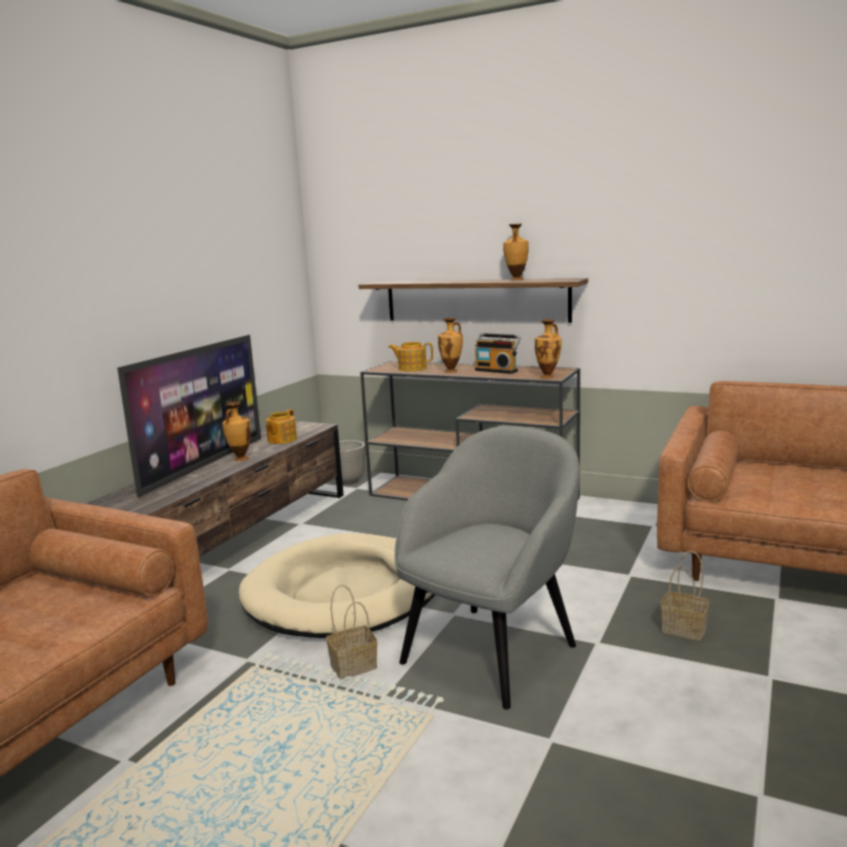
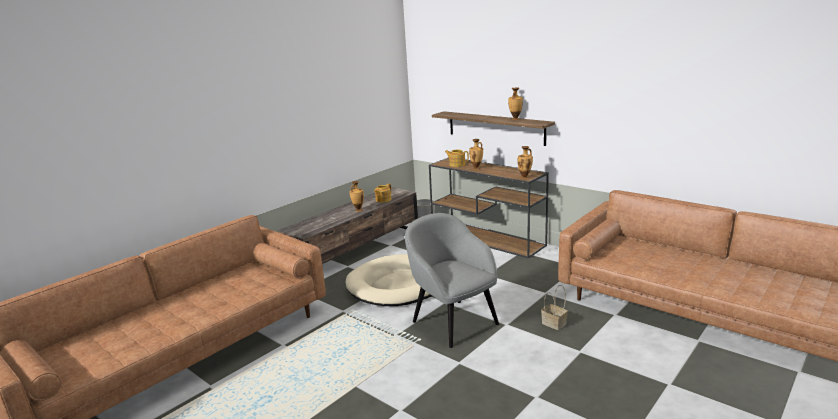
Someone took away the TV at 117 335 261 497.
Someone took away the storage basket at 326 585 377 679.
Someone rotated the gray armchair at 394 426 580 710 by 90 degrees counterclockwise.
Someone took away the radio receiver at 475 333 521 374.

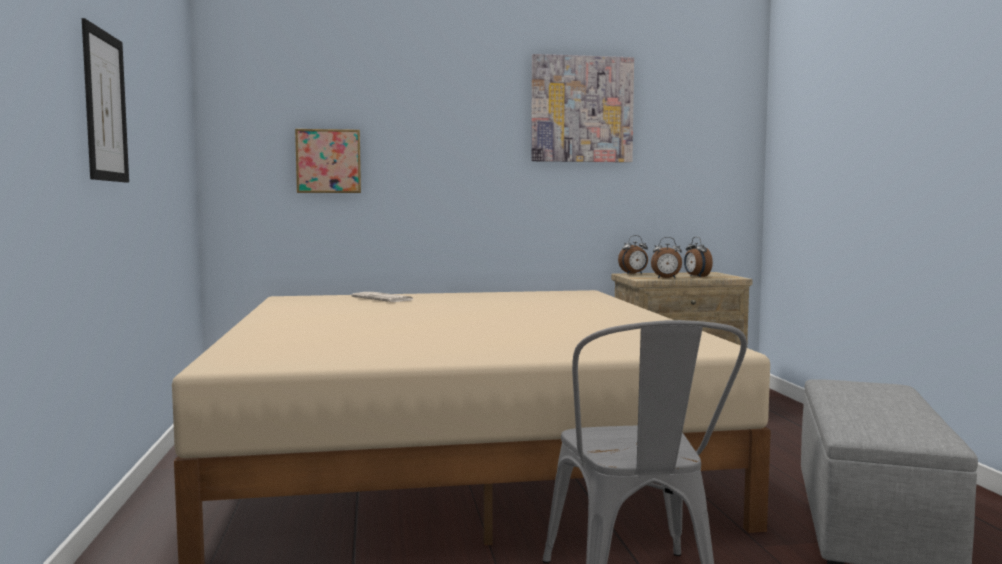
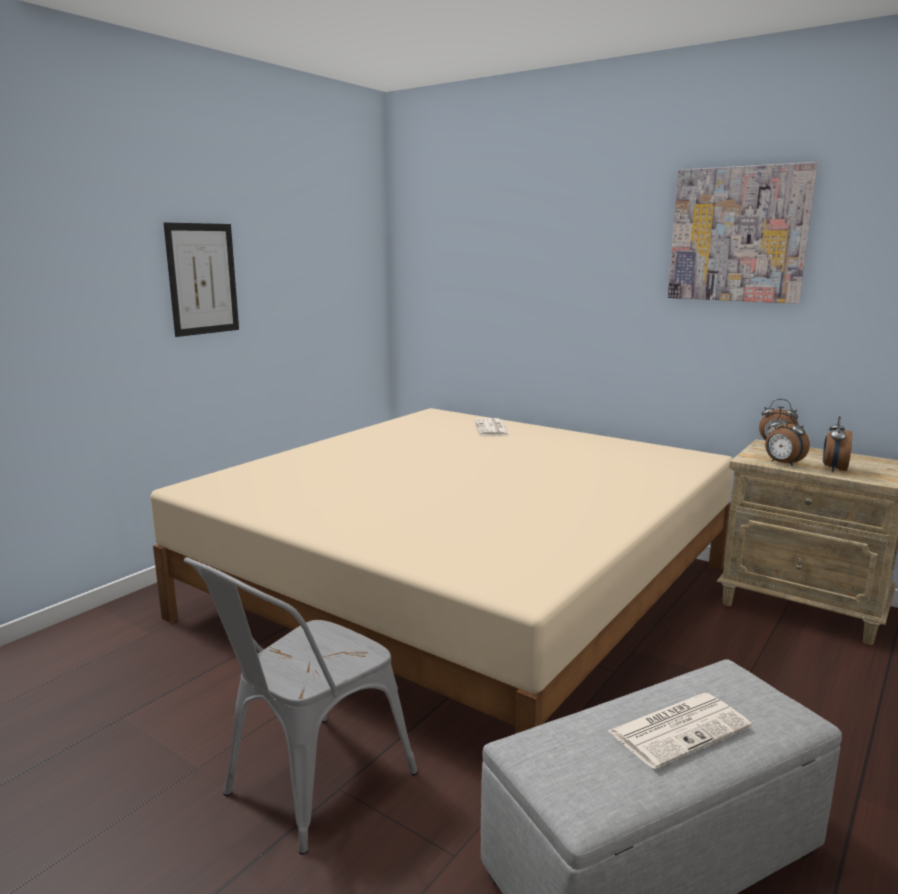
Someone took away the picture at 295 129 361 193.
Someone put down the daily paper at 608 693 752 769.

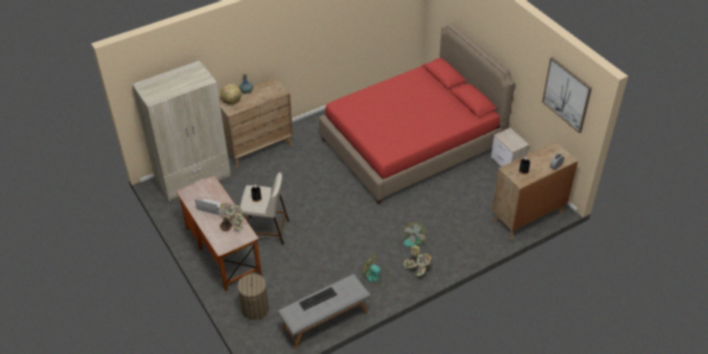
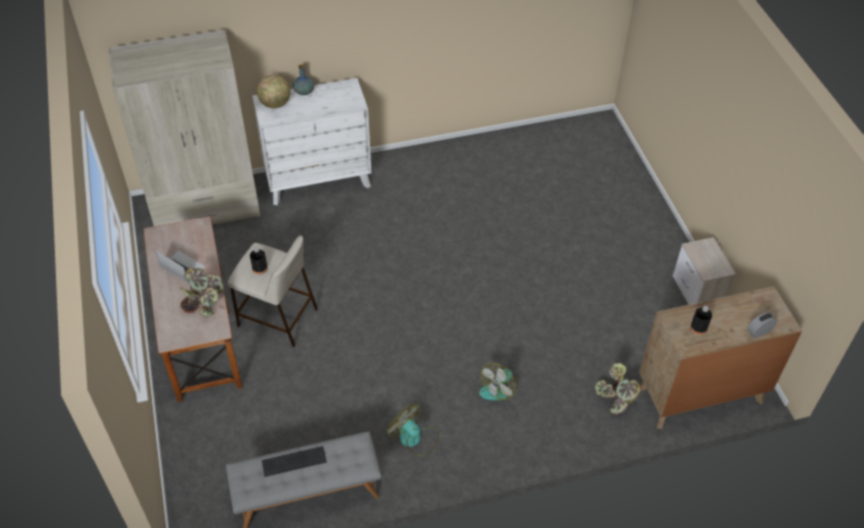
Someone repainted the brown-coloured chest of drawers at 219 77 293 168, which became the white-coloured chest of drawers at 252 78 372 205.
Someone took away the laundry basket at 237 272 269 320.
Someone took away the red-coloured bed at 319 23 515 205.
Someone carried the plant in a pot from 403 245 432 277 to 595 363 641 415.
Someone took away the picture at 542 57 592 133.

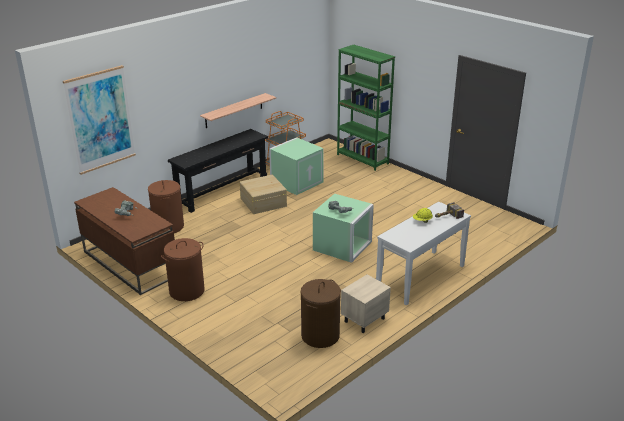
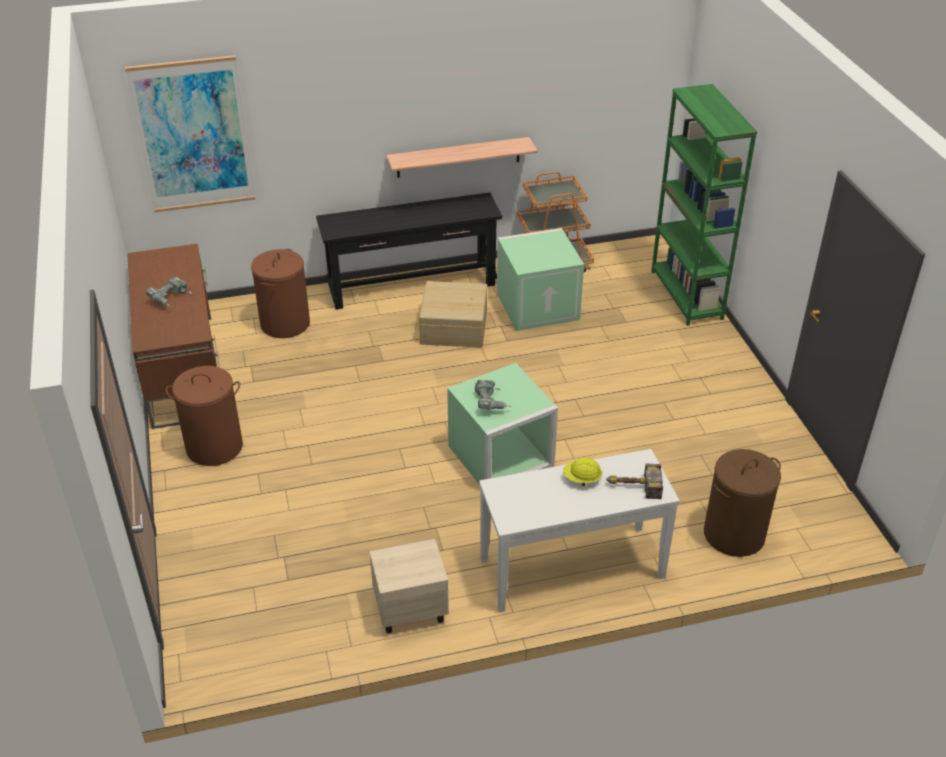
Someone carried the brown-coloured laundry basket from 300 279 341 348 to 704 449 781 557.

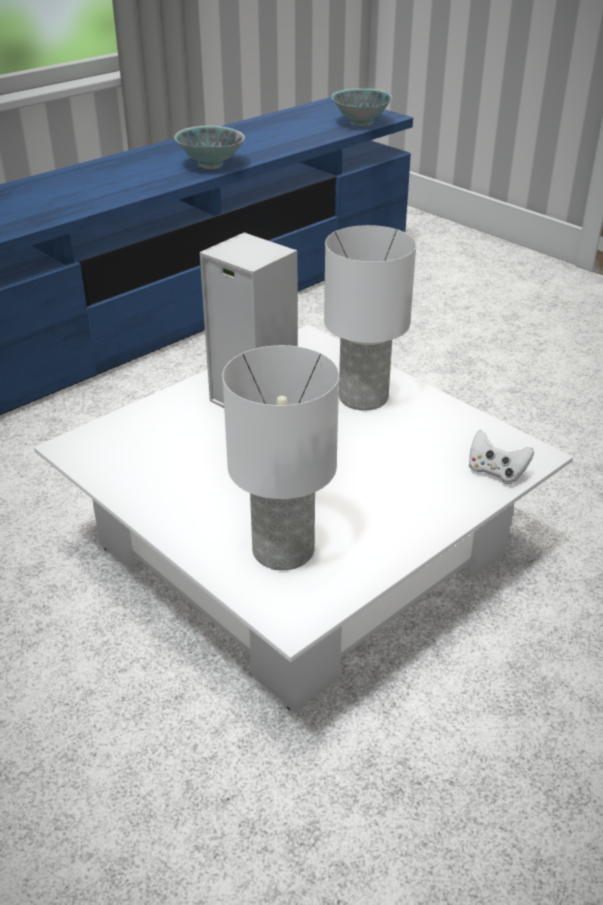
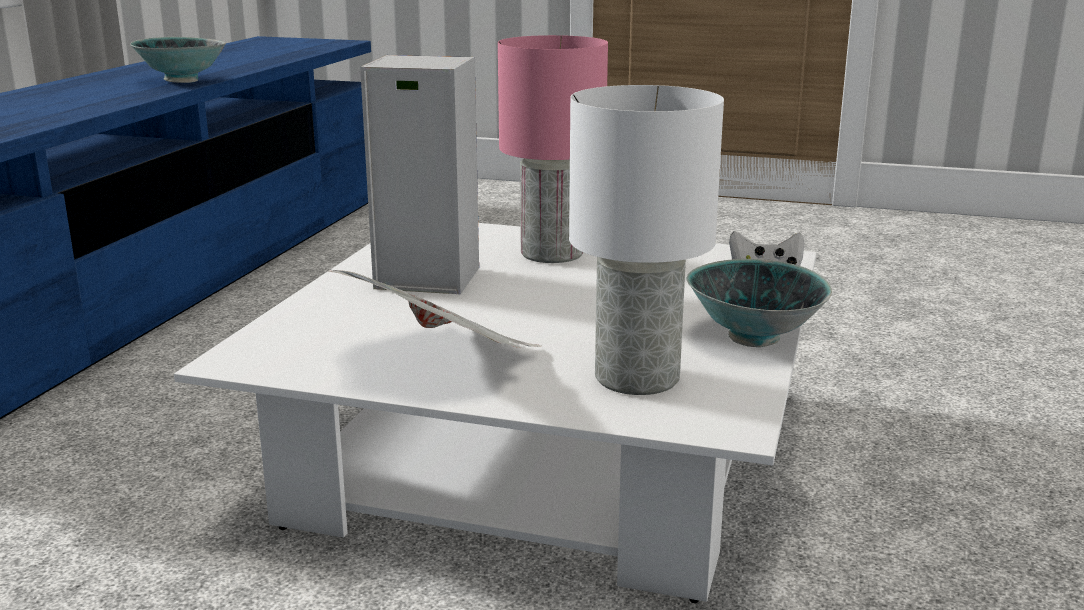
Someone repainted the white-coloured tabletop lamp at 324 225 416 410, which became the pinkish tabletop lamp at 498 35 608 263.
Someone carried the serving bowl from 332 88 392 126 to 686 259 832 347.
Someone put down the daily paper at 329 270 541 348.

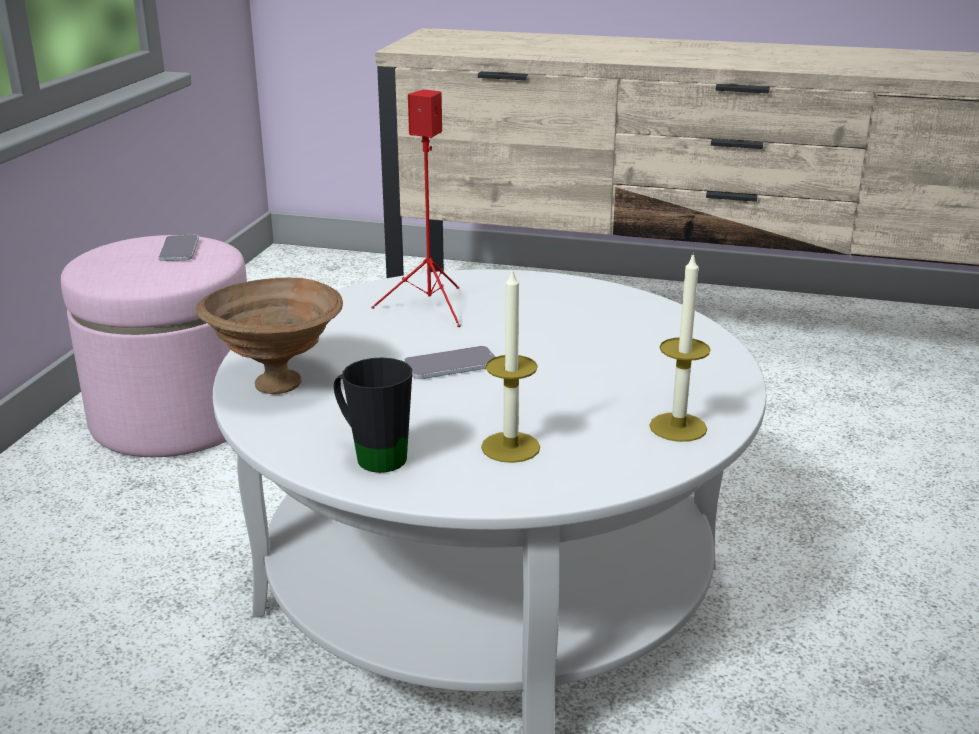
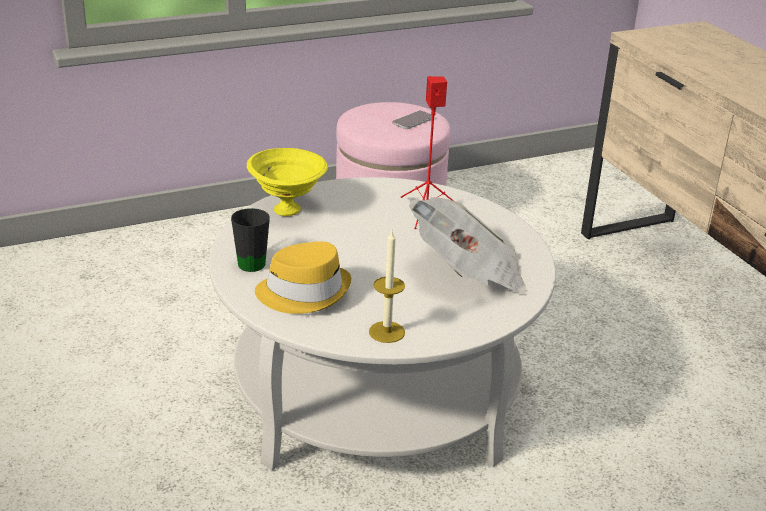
Someone repainted the brown-coloured serving bowl at 196 278 343 394, which became the yellow serving bowl at 247 148 328 216.
Someone took away the telephone at 404 346 496 379.
Someone swapped the candle at 481 267 540 463 for the yellow clothing hat at 255 241 351 314.
Someone put down the daily paper at 409 197 528 293.

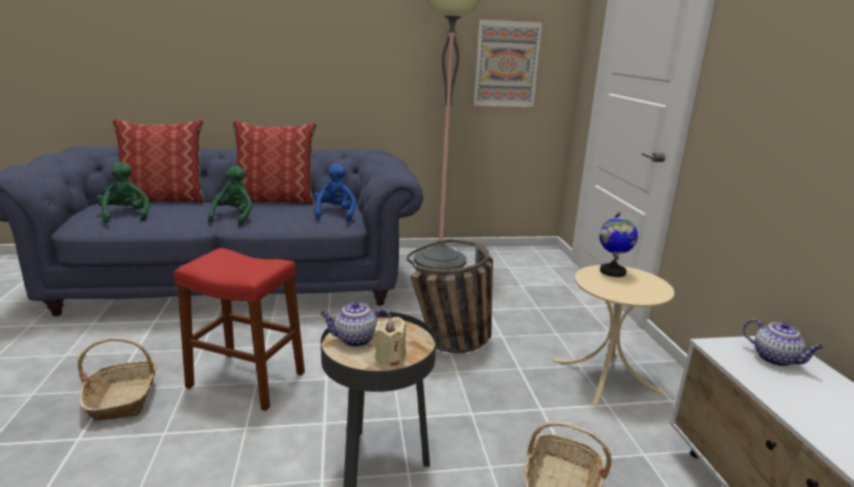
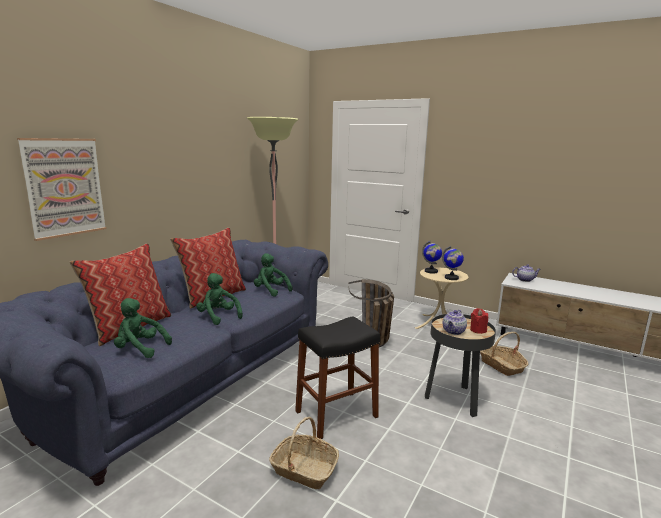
Someone repainted the red-coloured stool at 174 248 305 411, which became the black-coloured stool at 295 316 380 439.
Someone repainted the blue-coloured plush toy at 313 163 356 222, which became the greenish plush toy at 254 253 293 296.
Someone repainted the beige candle at 373 317 406 366, which became the red-coloured candle at 470 308 488 334.
Someone carried the picture from 473 17 543 109 to 17 138 106 241.
Someone put down the globe at 442 246 464 280.

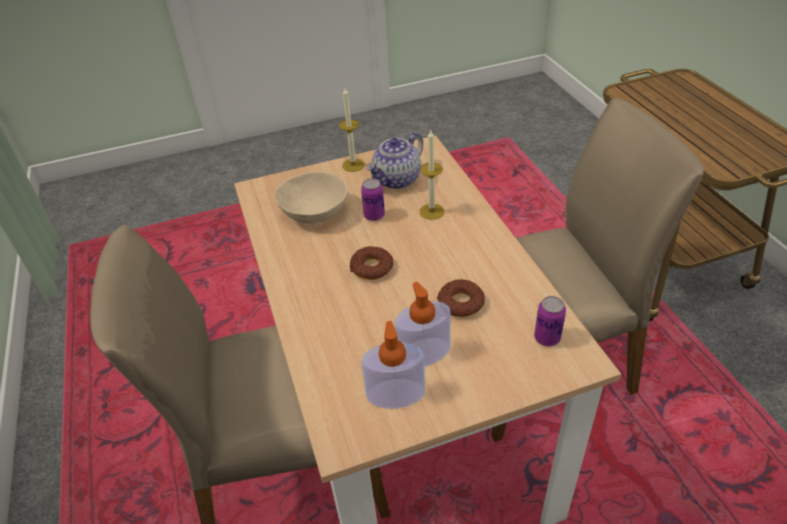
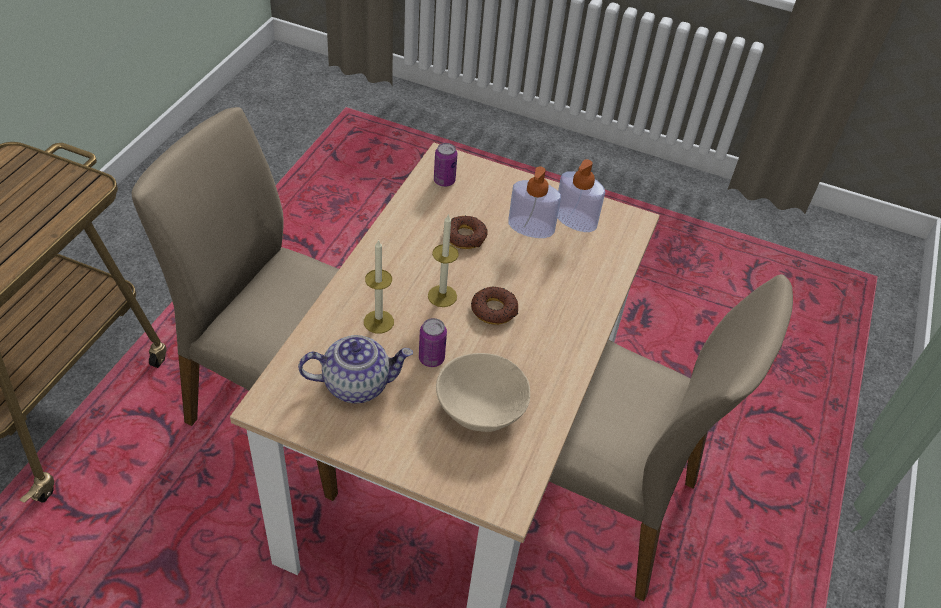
Someone carried the candle from 339 88 365 172 to 428 215 459 307.

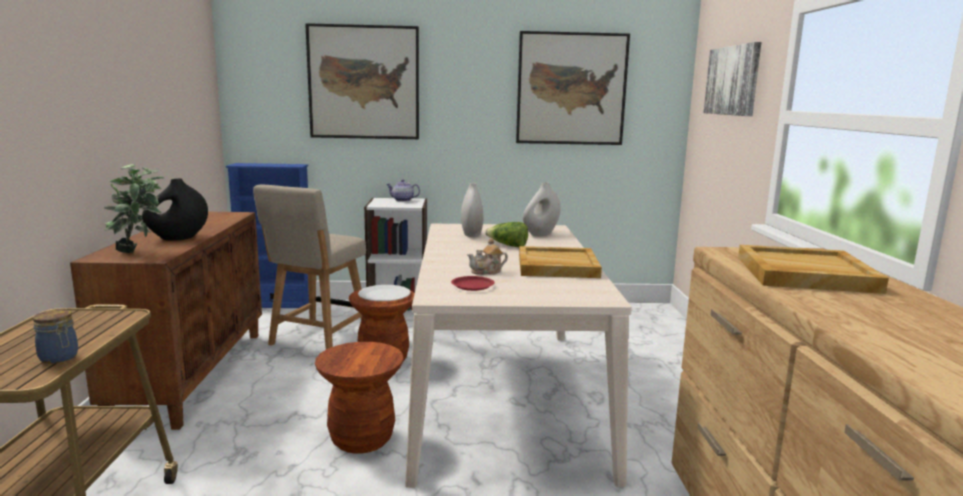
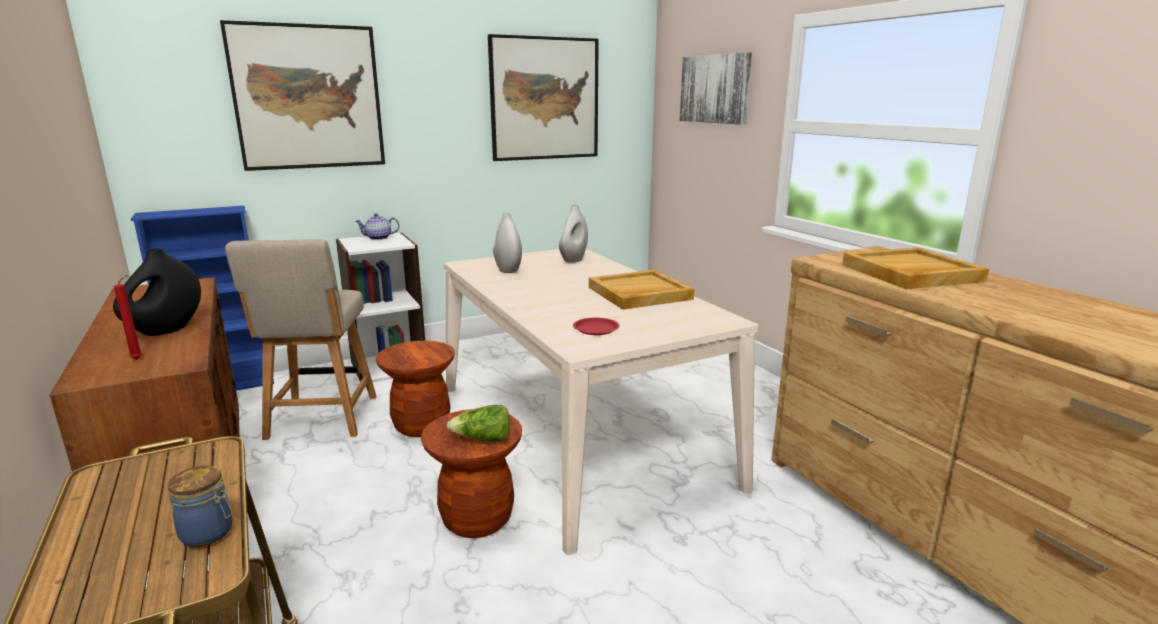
Someone swapped the plant in a pot at 104 164 164 253 for the red-coloured candle at 114 275 142 360.
Someone took away the white-coloured plate at 358 285 411 301.
Someone took away the tea pot at 467 238 508 275.
Someone carried the head of lettuce from 485 222 528 247 to 447 405 510 442.

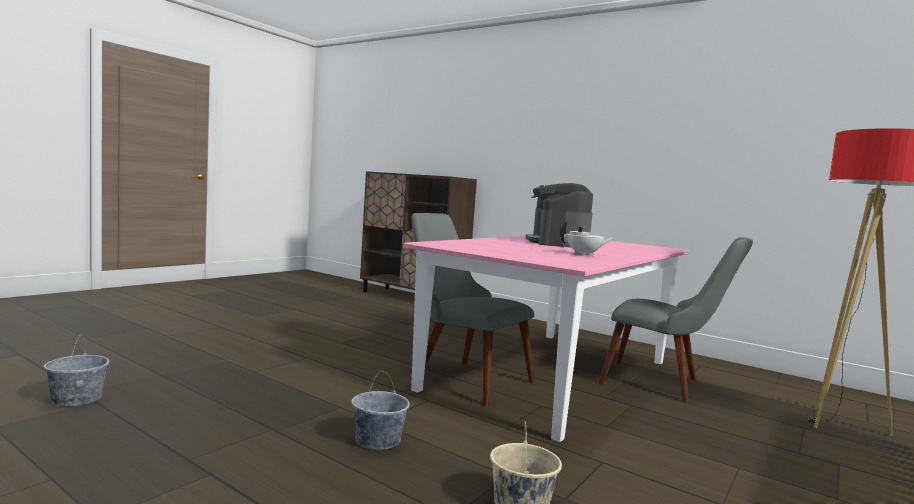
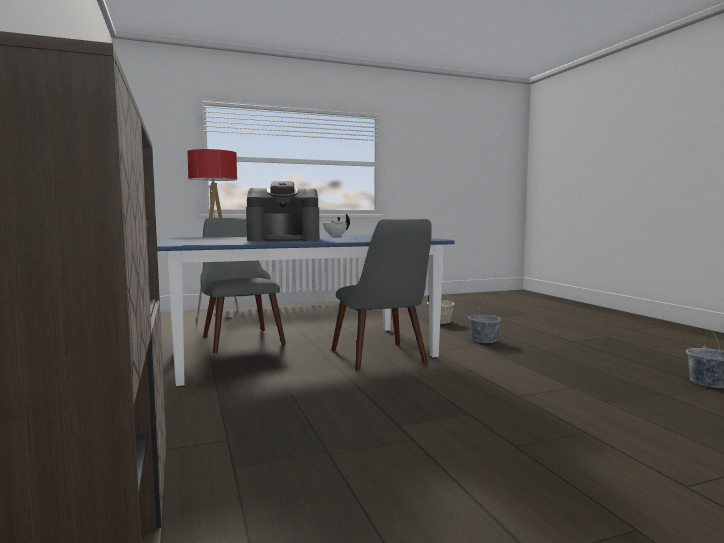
Someone repainted the pinkish kitchen table at 403 236 689 442, which became the blue-coloured kitchen table at 157 235 455 386.
Someone rotated the coffee maker at 525 183 593 248 by 45 degrees clockwise.

